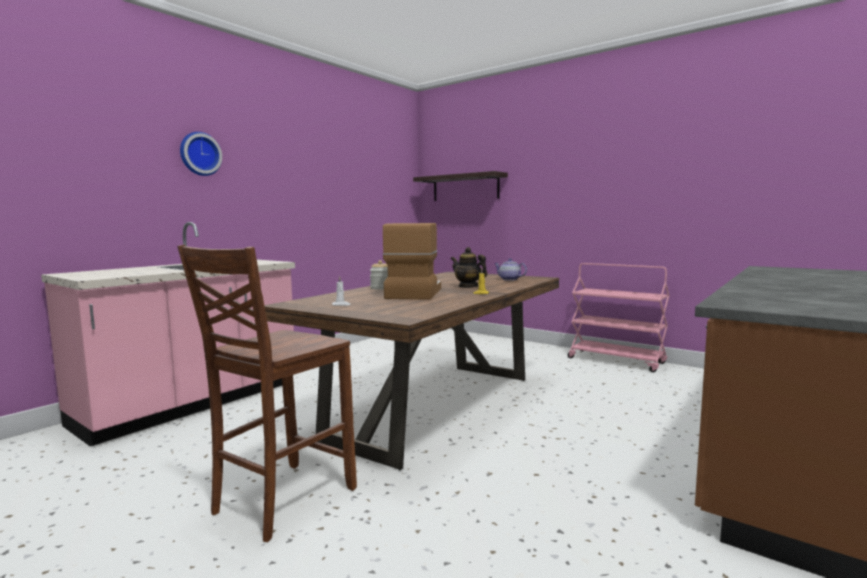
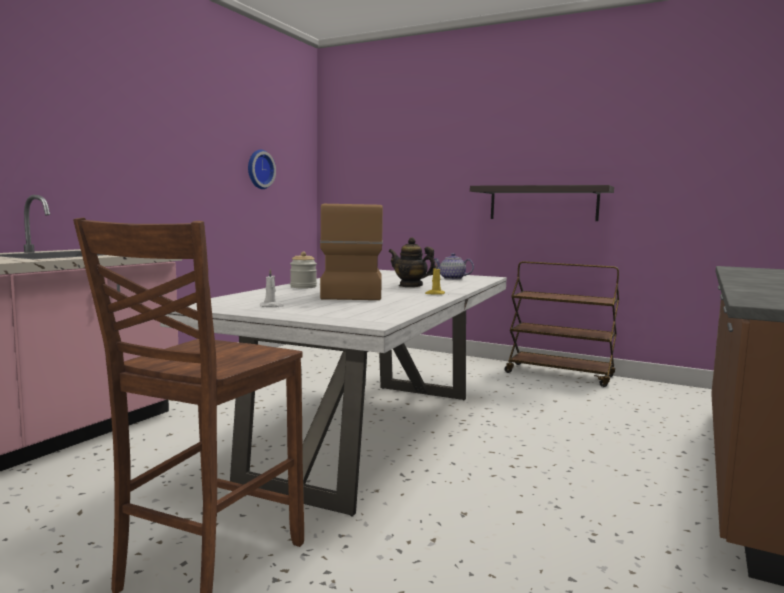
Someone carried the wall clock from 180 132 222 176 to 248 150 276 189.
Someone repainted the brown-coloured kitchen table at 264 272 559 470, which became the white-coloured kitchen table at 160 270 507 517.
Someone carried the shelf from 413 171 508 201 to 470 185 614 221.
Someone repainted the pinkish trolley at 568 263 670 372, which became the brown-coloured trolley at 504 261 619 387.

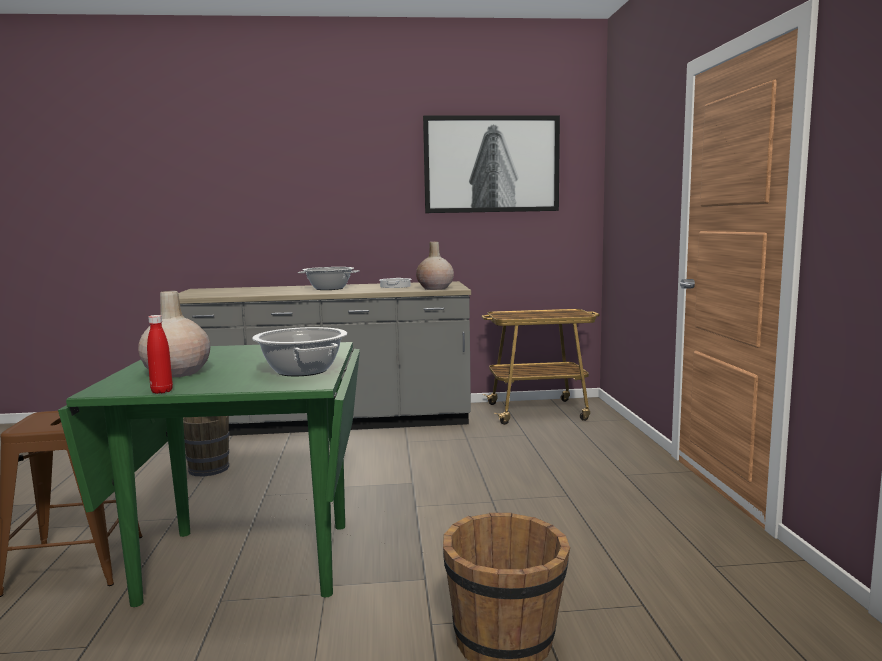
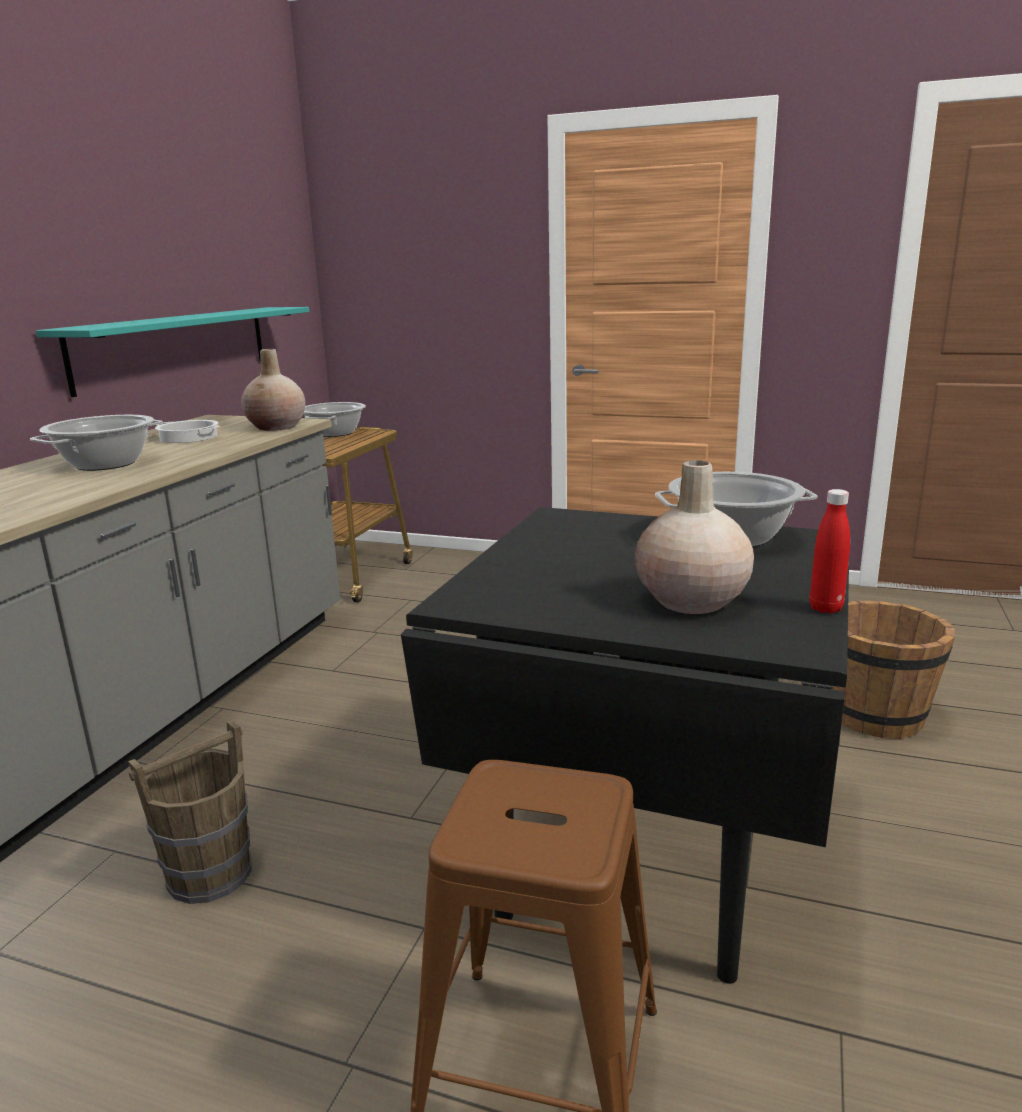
Someone repainted the greenish kitchen table at 58 342 360 607, which became the black-coloured kitchen table at 401 507 849 984.
Someone took away the picture at 423 115 560 213.
Someone put up the turquoise-coloured shelf at 36 307 309 397.
Someone put down the cooking pot at 304 402 366 437.

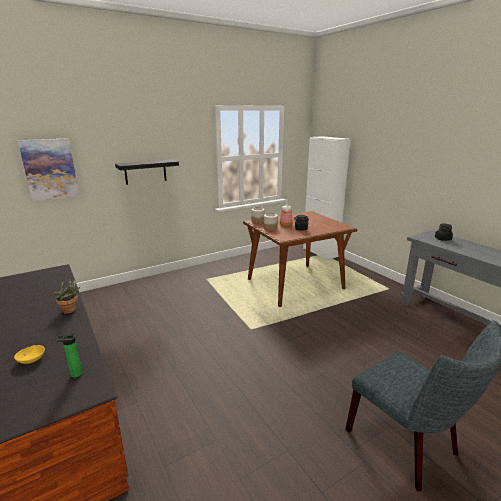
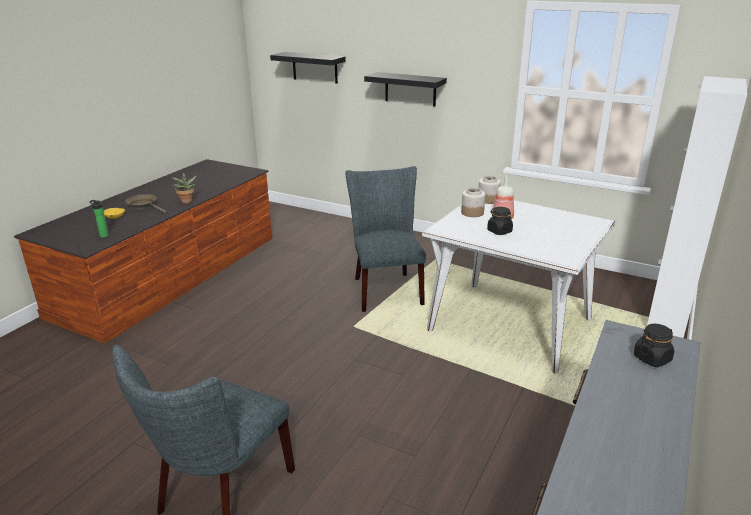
Someone swapped the picture at 18 138 79 201 for the black-coloured shelf at 270 52 346 84.
Someone repainted the brown-coloured kitchen table at 243 211 357 307, which became the white-coloured kitchen table at 422 200 615 373.
Someone put down the brown-coloured skillet at 125 194 167 213.
Someone put down the gray plain chair at 346 166 426 312.

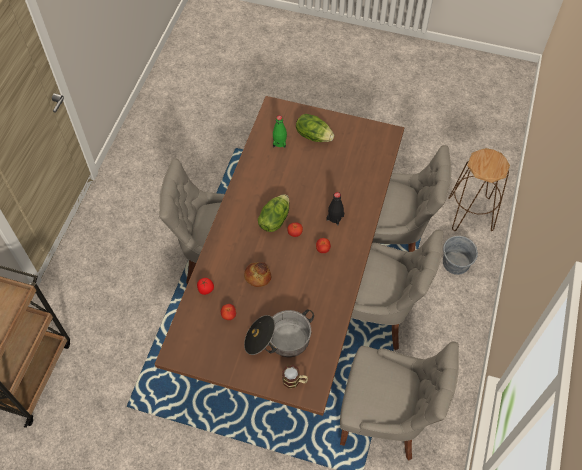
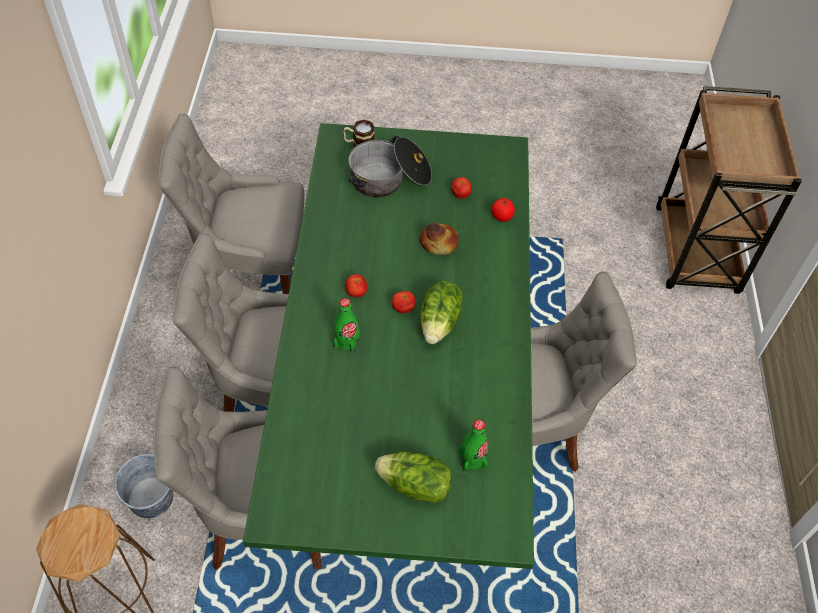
Someone repainted the brown-coloured kitchen table at 155 96 404 416, which became the greenish kitchen table at 243 123 534 569.
Someone repainted the black-coloured beverage bottle at 326 192 344 226, which became the greenish beverage bottle at 333 298 360 353.

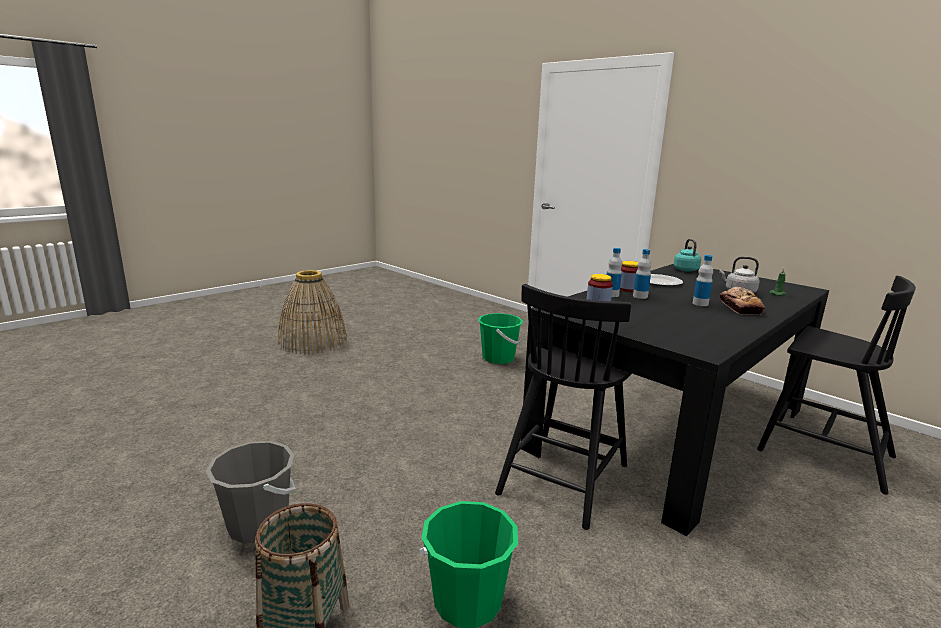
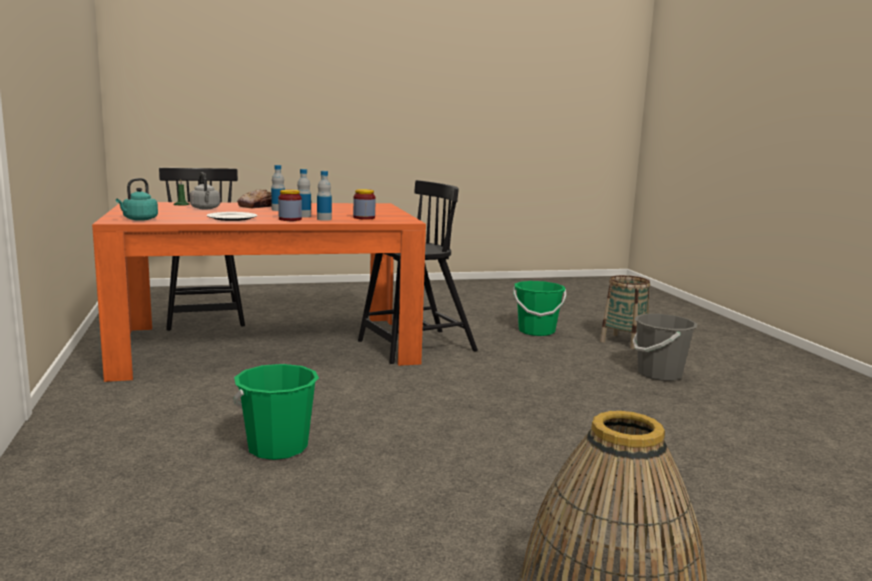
Someone repainted the black-coloured kitchen table at 521 264 829 536, which became the orangey kitchen table at 92 202 426 382.

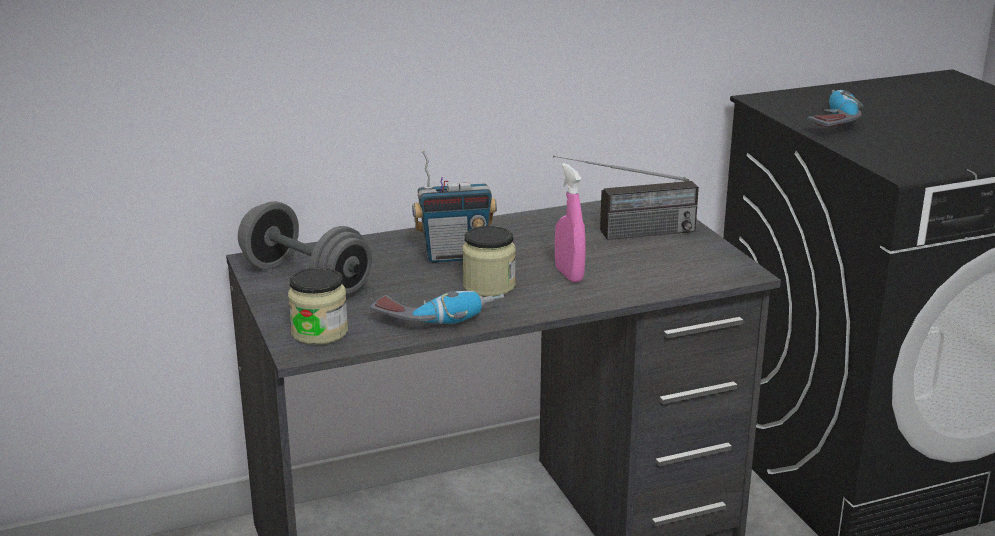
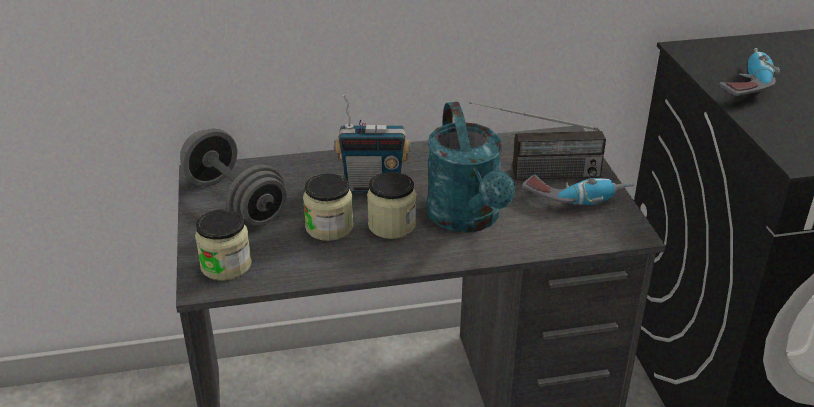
Someone carried the drill from 370 291 504 324 to 522 174 634 205.
Someone swapped the pinkish spray bottle at 555 163 586 283 for the turquoise-coloured watering pot at 426 102 515 233.
Someone put down the preserve jar at 303 174 354 241.

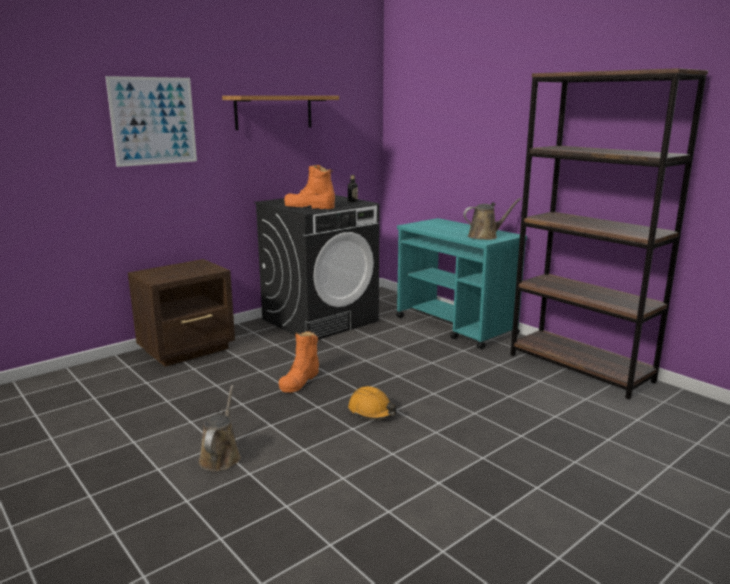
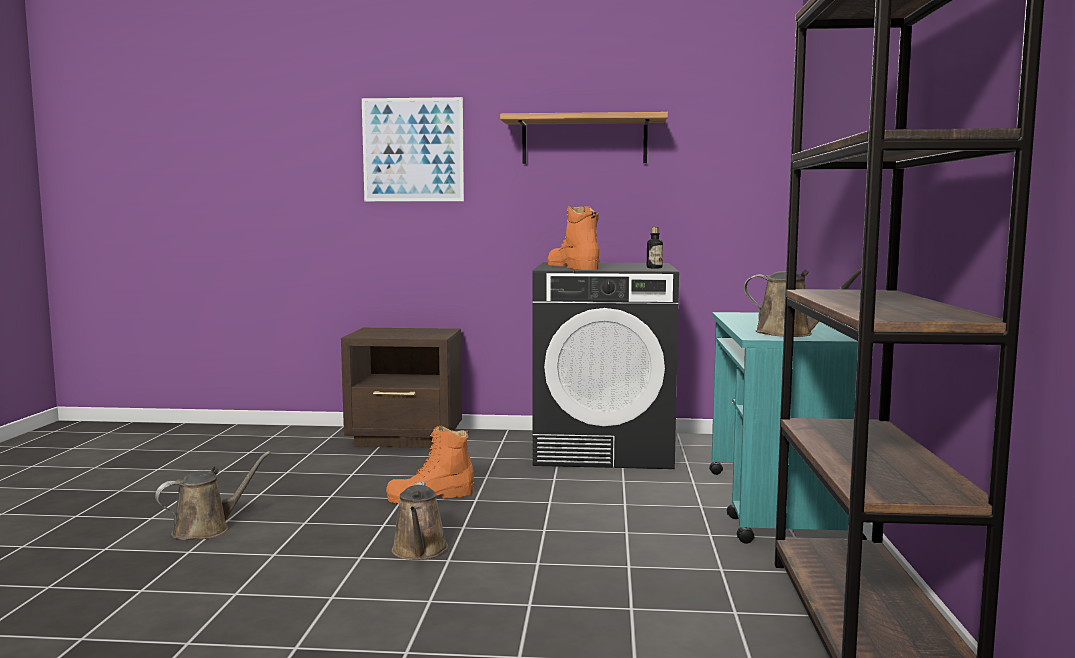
Someone swapped the orangey safety helmet at 348 386 397 420 for the brown-coloured watering pot at 392 482 448 560.

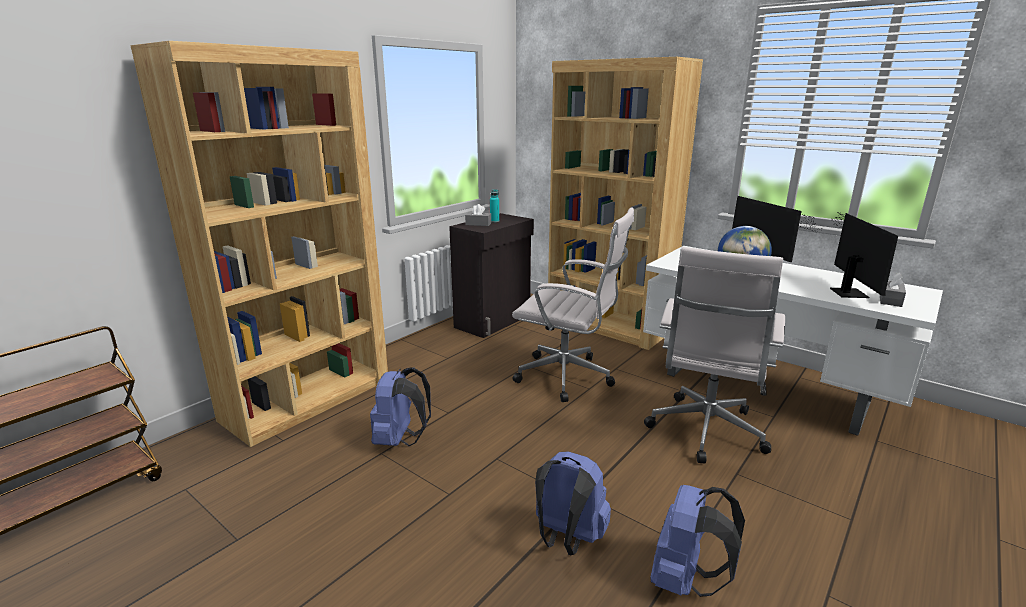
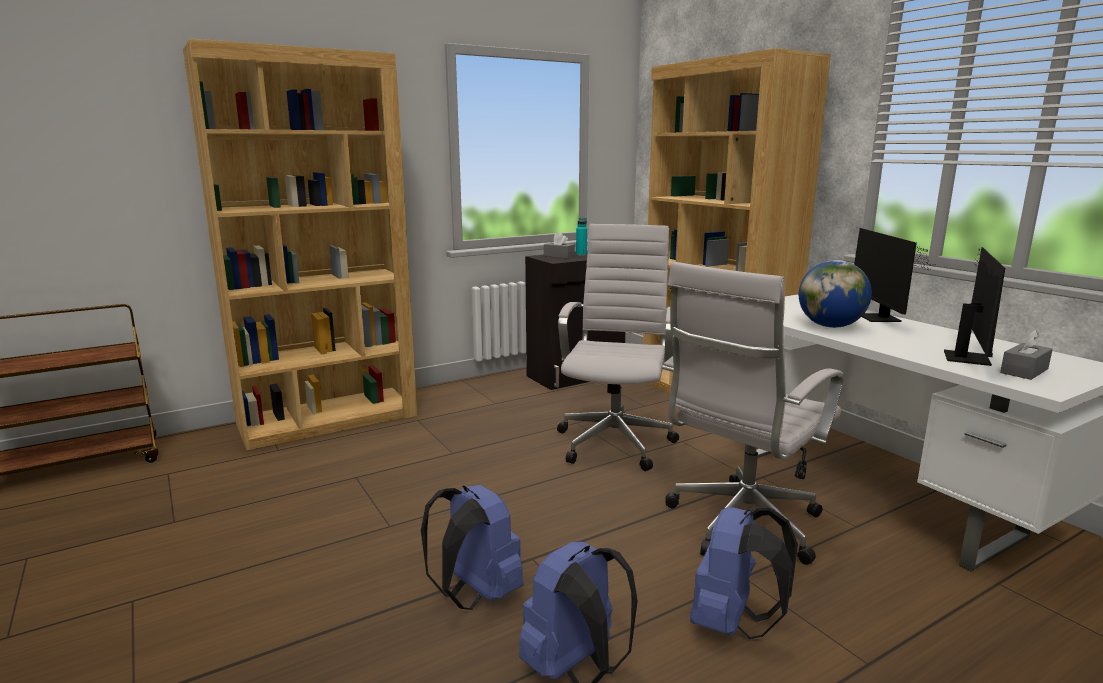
Someone carried the blue-coloured rucksack from 370 367 431 446 to 690 507 798 639.
Someone rotated the white-coloured desk chair at 512 207 634 402 by 120 degrees counterclockwise.

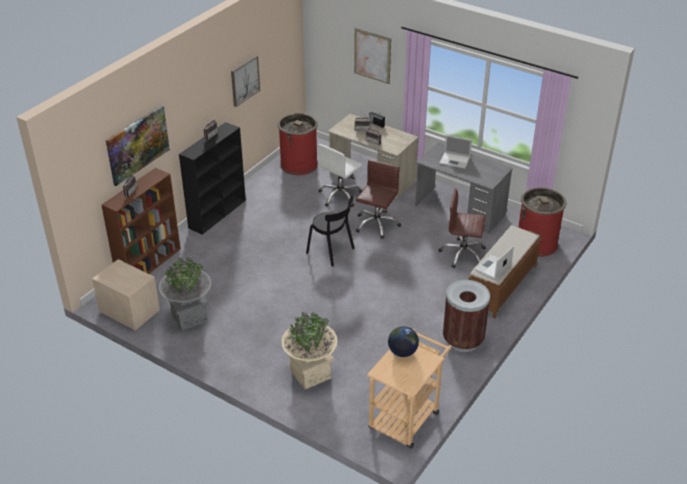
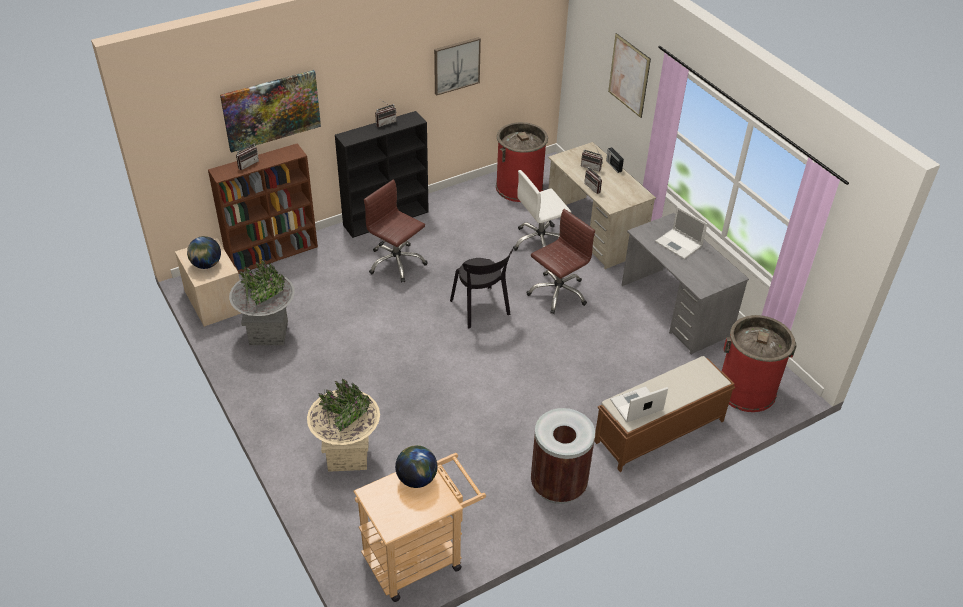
Someone carried the brown-coloured desk chair from 438 188 486 268 to 364 179 428 283.
Someone put down the globe at 187 236 221 269.

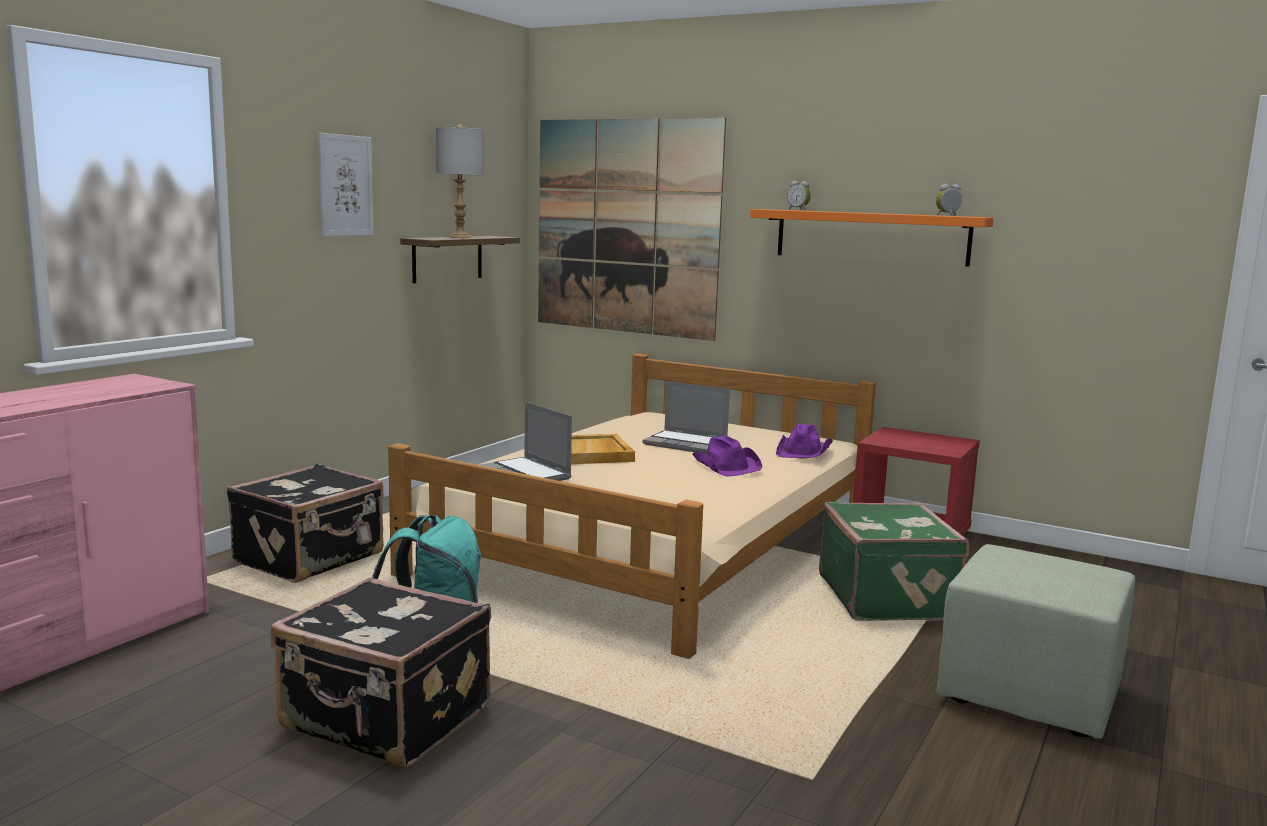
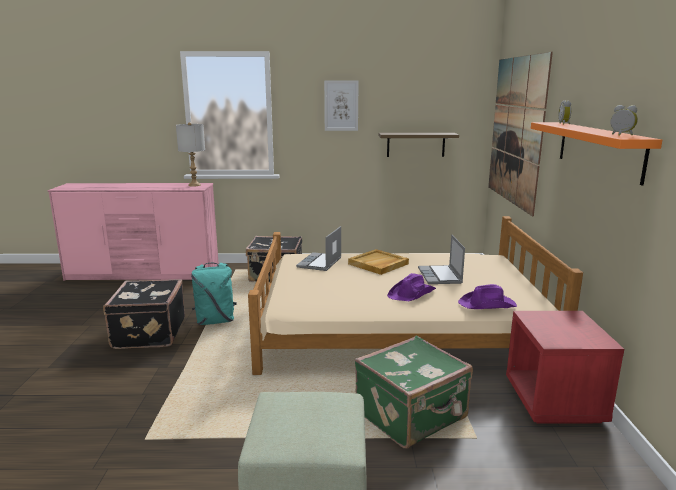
Someone carried the gray tabletop lamp from 436 125 483 238 to 176 122 205 187.

